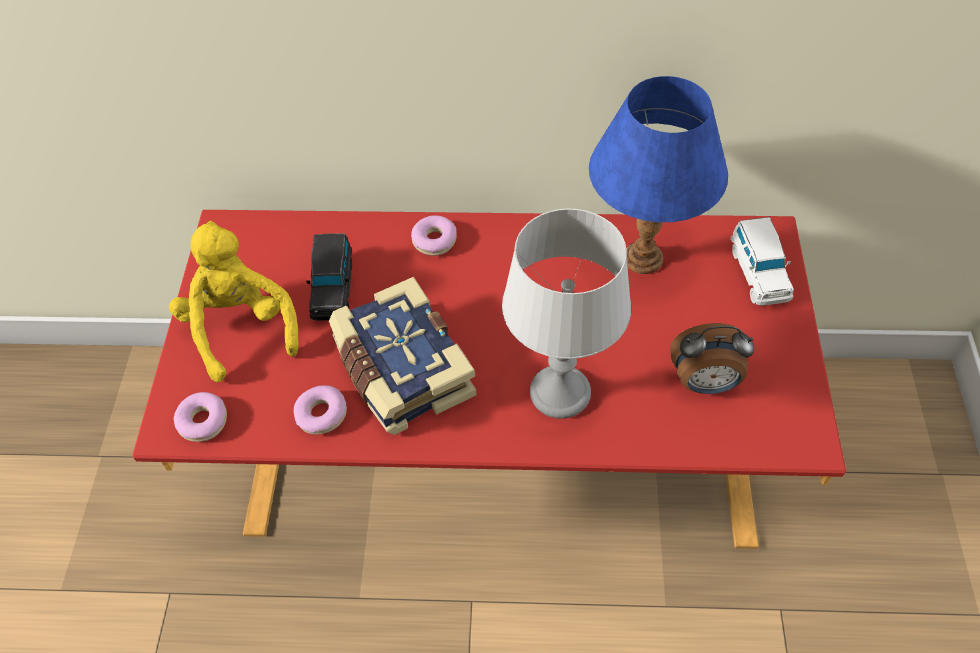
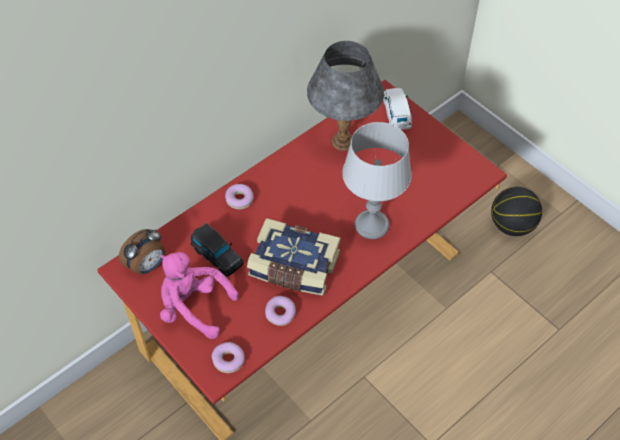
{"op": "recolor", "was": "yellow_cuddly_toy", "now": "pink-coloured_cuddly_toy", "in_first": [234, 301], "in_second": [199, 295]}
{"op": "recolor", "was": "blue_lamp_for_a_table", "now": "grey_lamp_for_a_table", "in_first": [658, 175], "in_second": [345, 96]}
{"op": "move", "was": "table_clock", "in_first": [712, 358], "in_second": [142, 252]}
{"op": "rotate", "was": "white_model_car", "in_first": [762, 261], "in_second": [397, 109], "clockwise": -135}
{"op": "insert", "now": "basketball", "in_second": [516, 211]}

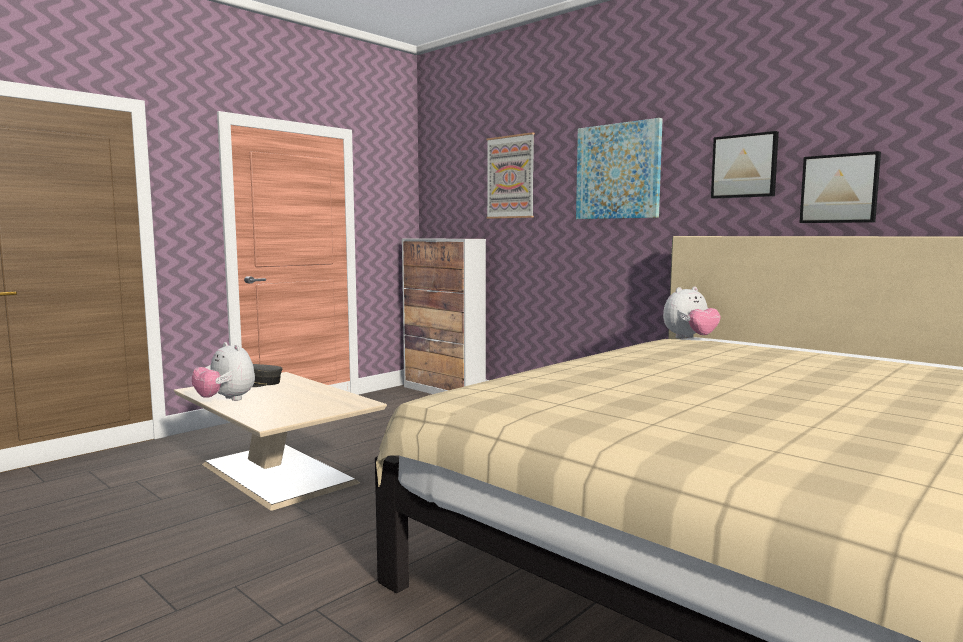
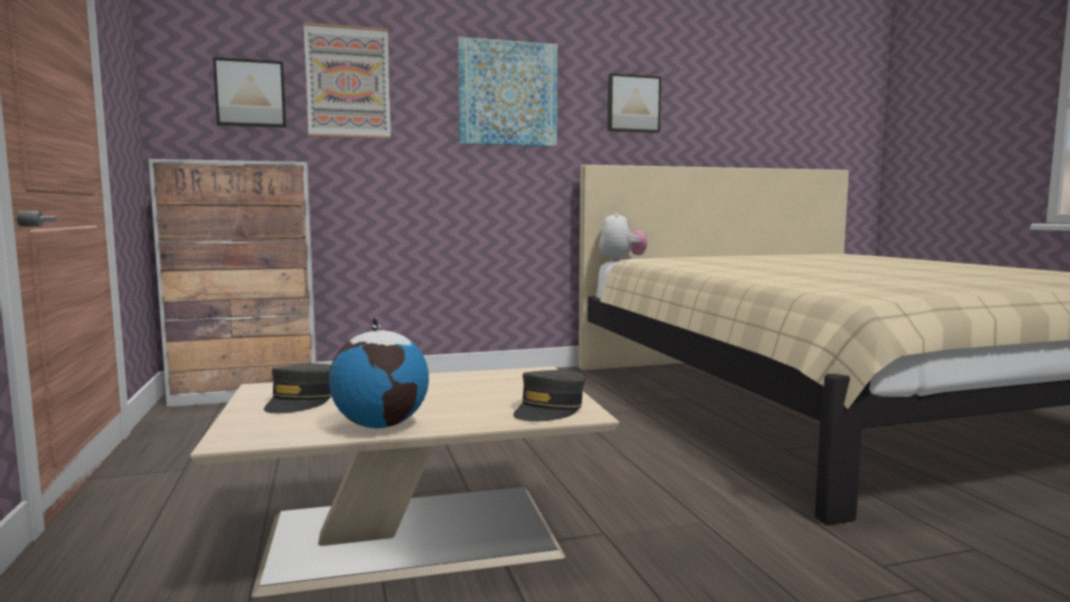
{"op": "replace", "was": "cuddly_toy", "now": "world_globe", "in_first": [223, 371], "in_second": [379, 372]}
{"op": "move", "was": "wall_picture", "in_first": [840, 187], "in_second": [249, 92]}
{"op": "insert", "now": "grey_cap", "in_second": [549, 396]}

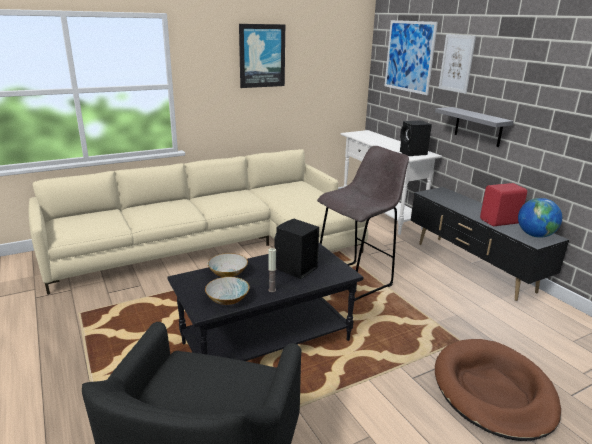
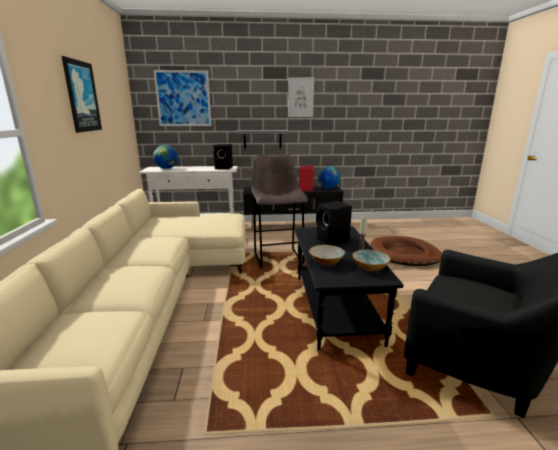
{"op": "move", "was": "wall_picture", "in_first": [457, 64], "in_second": [301, 97]}
{"op": "insert", "now": "world_globe", "in_second": [165, 157]}

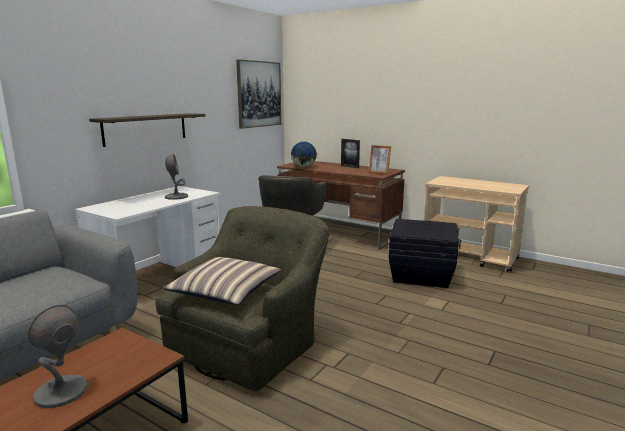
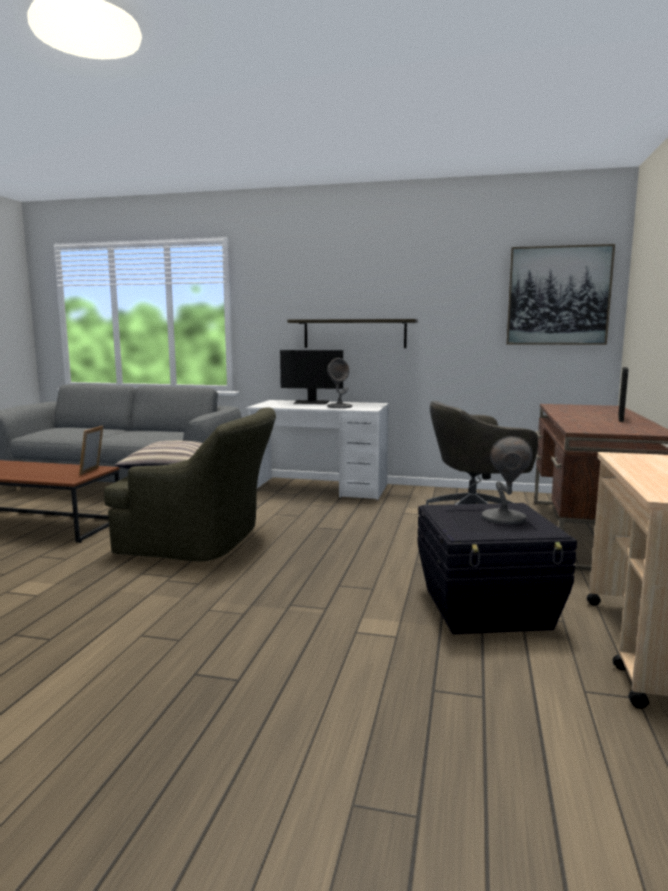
{"op": "move", "was": "grey_lamp_for_a_table", "in_first": [57, 356], "in_second": [507, 480]}
{"op": "delete", "was": "world_globe", "in_first": [303, 154]}
{"op": "move", "was": "standing_frame", "in_first": [379, 160], "in_second": [91, 450]}
{"op": "insert", "now": "computer_display", "in_second": [311, 377]}

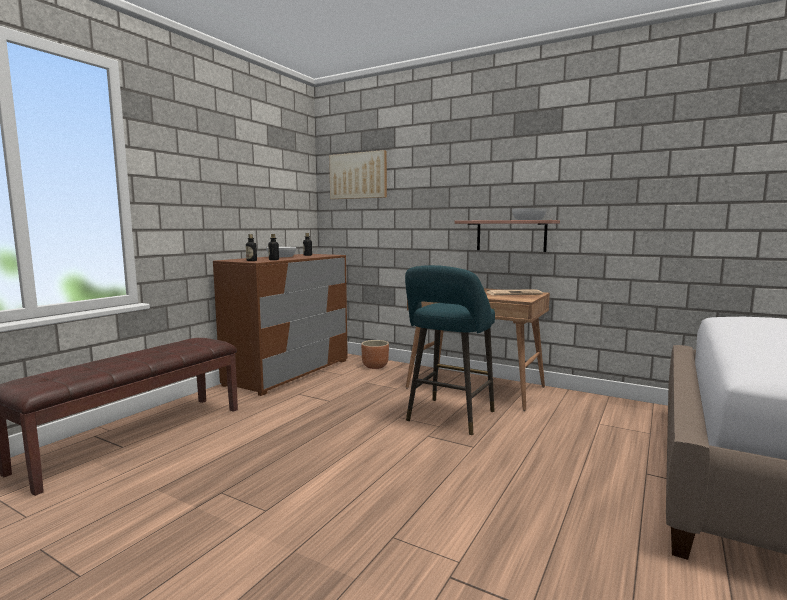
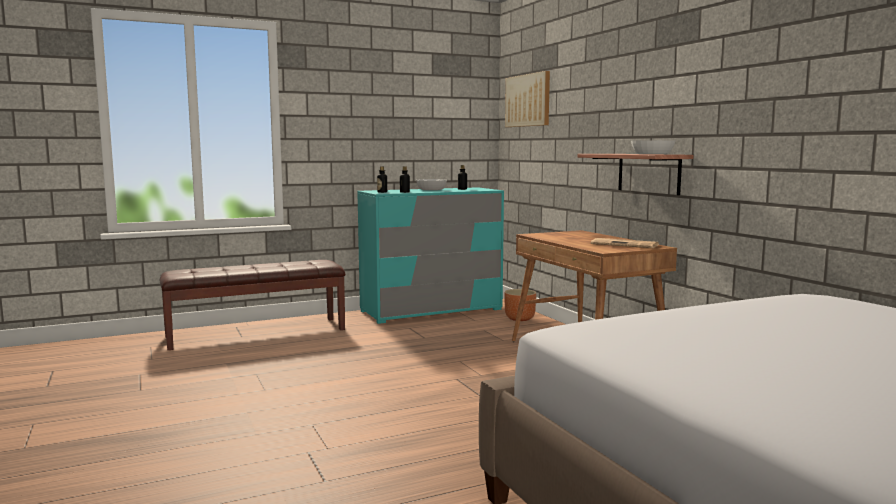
{"op": "recolor", "was": "brown_dresser", "now": "turquoise-coloured_dresser", "in_first": [280, 325], "in_second": [430, 255]}
{"op": "delete", "was": "turquoise-coloured_stool_seat", "in_first": [450, 350]}

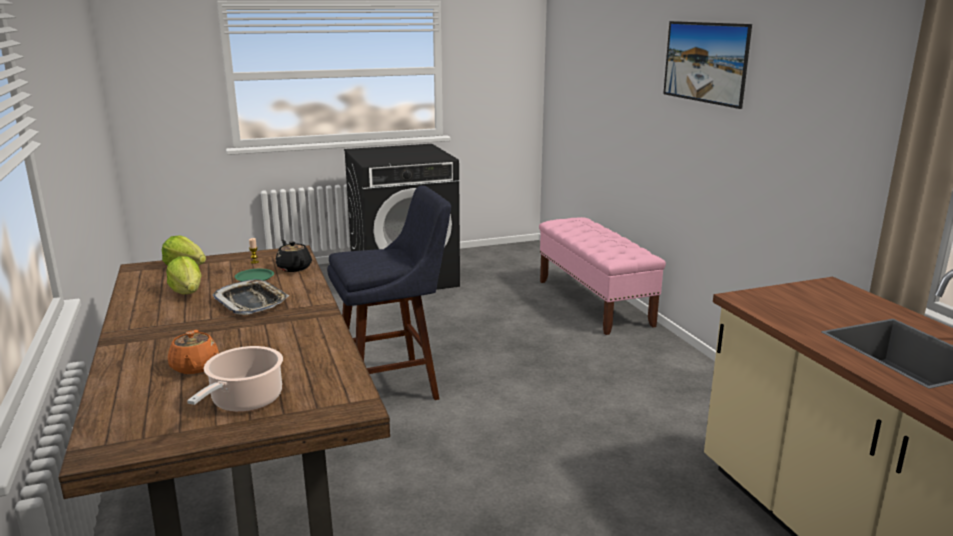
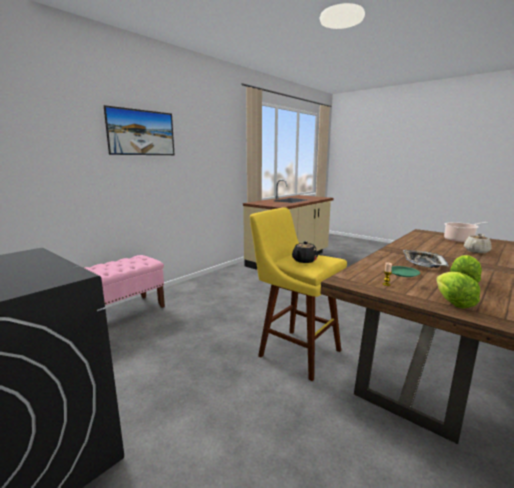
{"op": "recolor", "was": "orangey_tea_pot", "now": "beige-coloured_tea_pot", "in_first": [193, 352], "in_second": [477, 243]}
{"op": "move", "was": "black_tea_pot", "in_first": [293, 256], "in_second": [305, 252]}
{"op": "recolor", "was": "blue_stool_seat", "now": "yellow_stool_seat", "in_first": [389, 292], "in_second": [298, 294]}

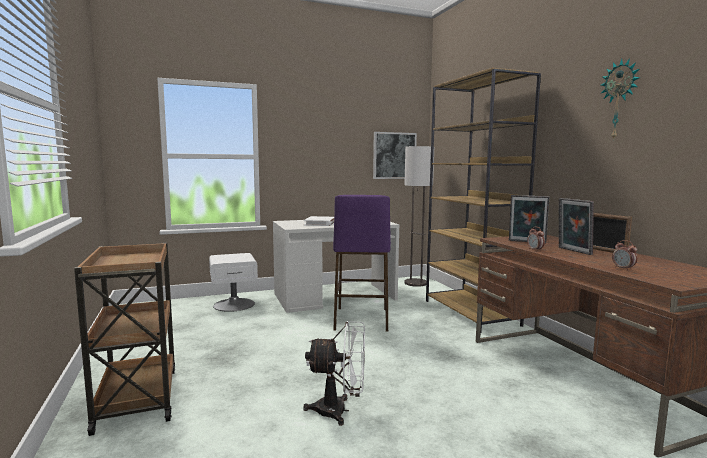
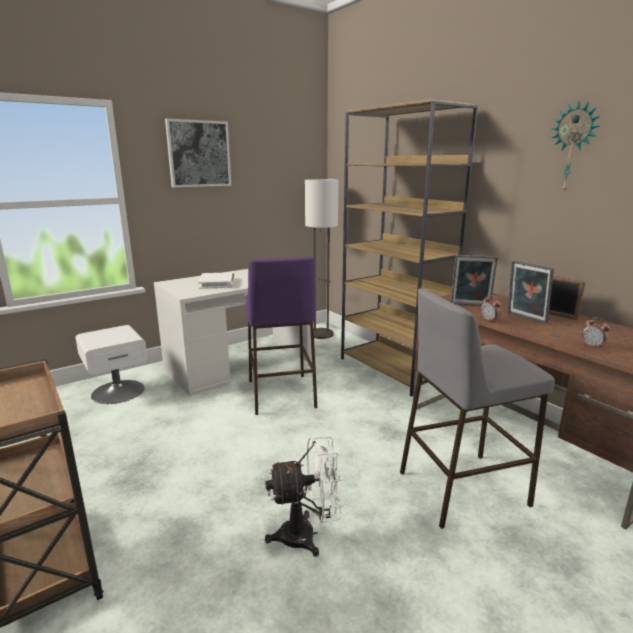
{"op": "move", "was": "wall_picture", "in_first": [395, 155], "in_second": [198, 152]}
{"op": "insert", "now": "grey_stool_seat", "in_second": [477, 408]}

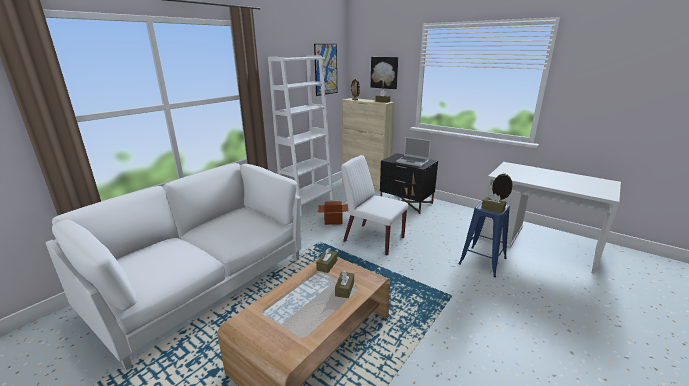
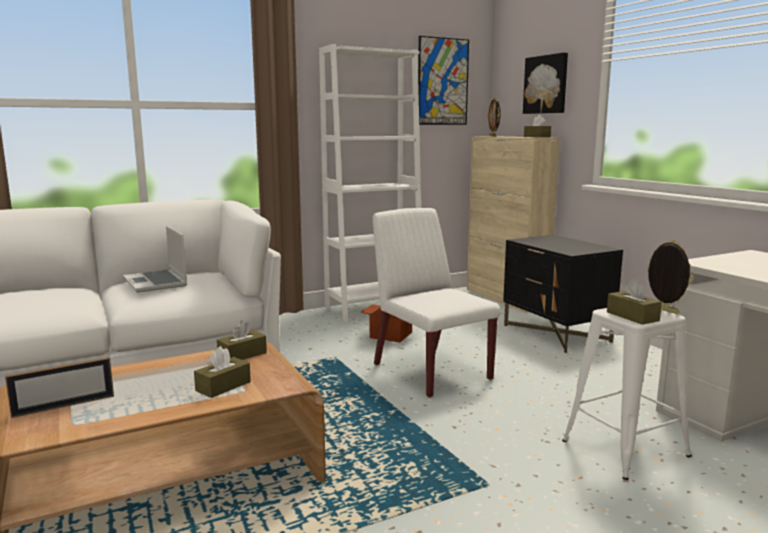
{"op": "move", "was": "portable_computer", "in_first": [413, 152], "in_second": [155, 259]}
{"op": "recolor", "was": "blue_stool_seat", "now": "white_stool_seat", "in_first": [484, 238], "in_second": [627, 394]}
{"op": "insert", "now": "standing_frame", "in_second": [59, 387]}

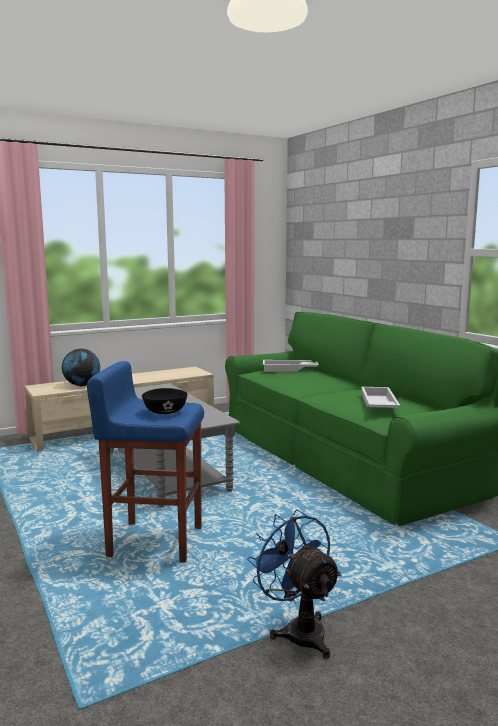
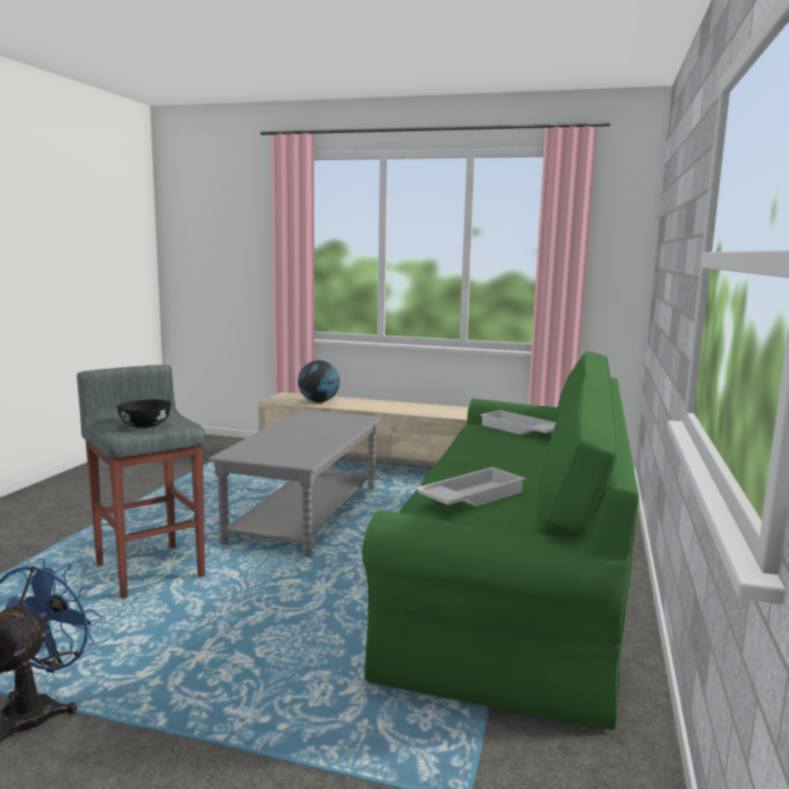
{"op": "recolor", "was": "blue_stool_seat", "now": "grey_stool_seat", "in_first": [145, 461], "in_second": [141, 482]}

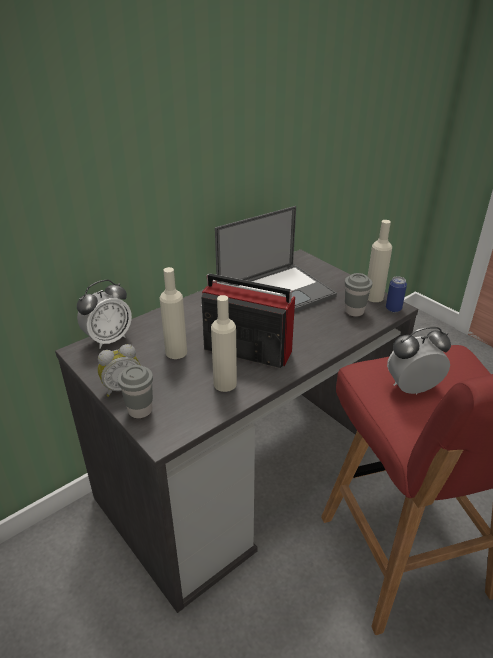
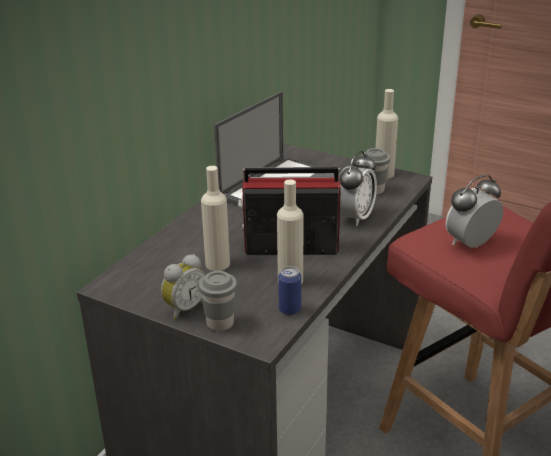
{"op": "move", "was": "table_clock", "in_first": [104, 314], "in_second": [358, 188]}
{"op": "move", "was": "sealed_can", "in_first": [396, 294], "in_second": [289, 290]}

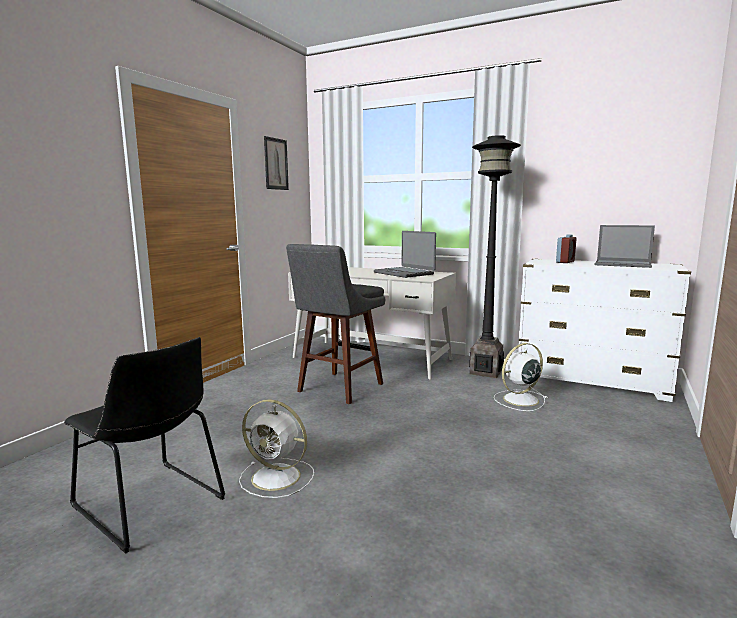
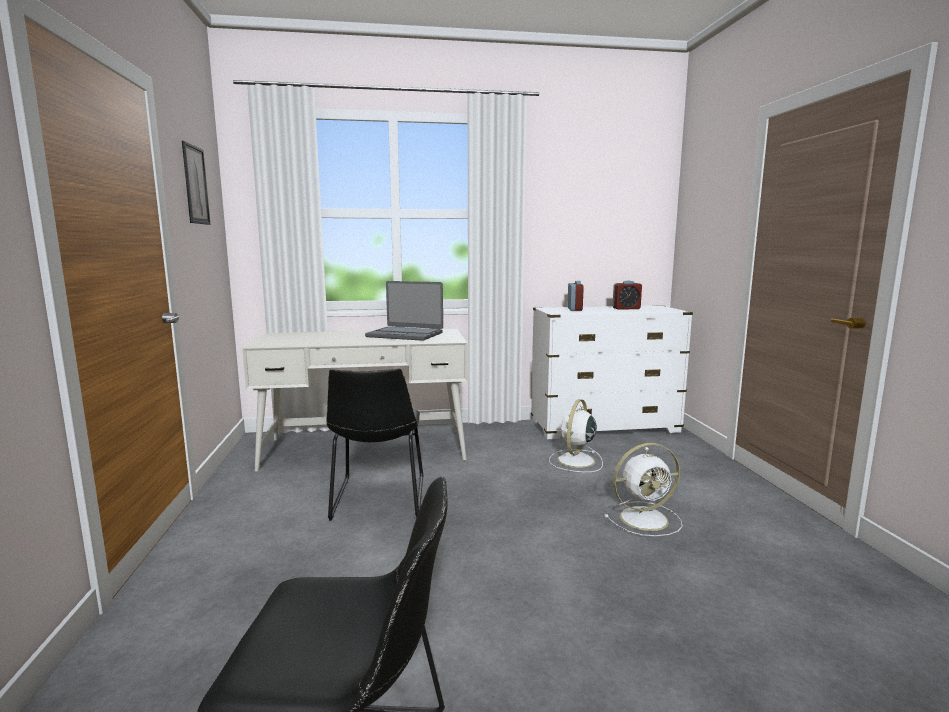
{"op": "move", "was": "white_cooling_fan", "in_first": [276, 448], "in_second": [644, 489]}
{"op": "replace", "was": "grey_stool_seat", "now": "black_plain_chair", "in_first": [335, 324], "in_second": [374, 445]}
{"op": "delete", "was": "black_standing_lamp", "in_first": [495, 256]}
{"op": "replace", "was": "portable_computer", "now": "table_clock", "in_first": [624, 246], "in_second": [627, 295]}

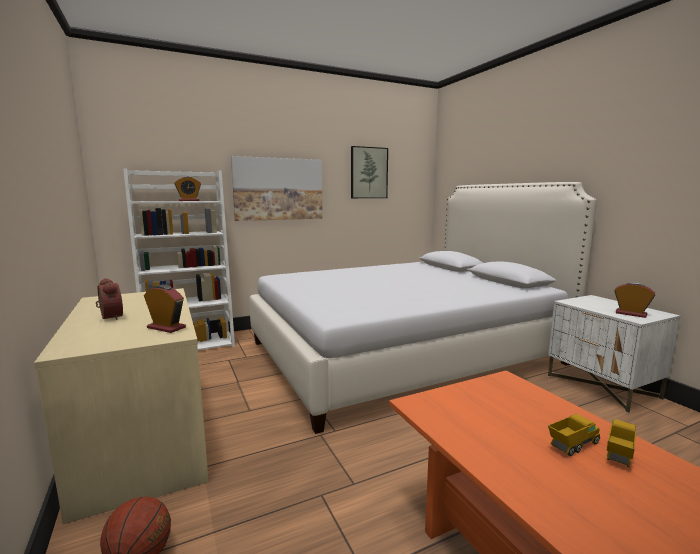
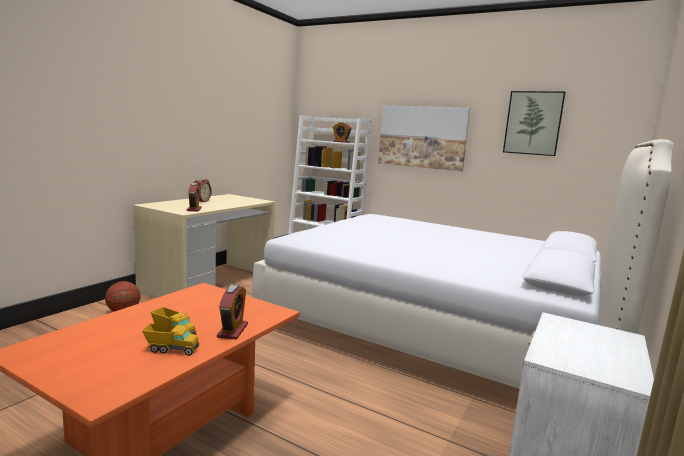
{"op": "move", "was": "table_clock", "in_first": [634, 300], "in_second": [232, 312]}

